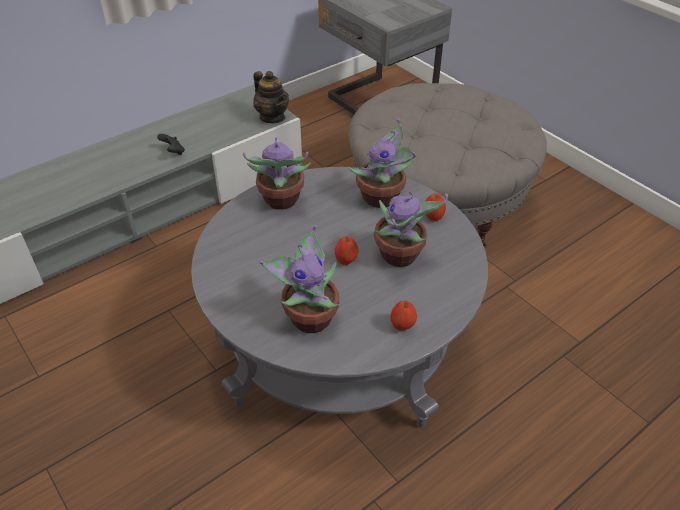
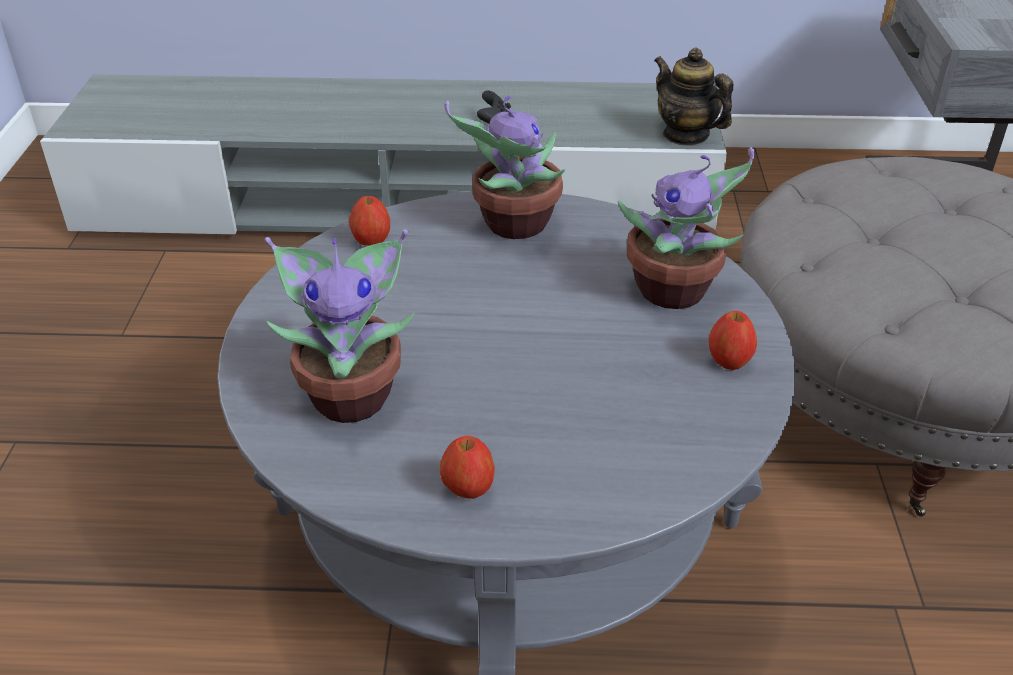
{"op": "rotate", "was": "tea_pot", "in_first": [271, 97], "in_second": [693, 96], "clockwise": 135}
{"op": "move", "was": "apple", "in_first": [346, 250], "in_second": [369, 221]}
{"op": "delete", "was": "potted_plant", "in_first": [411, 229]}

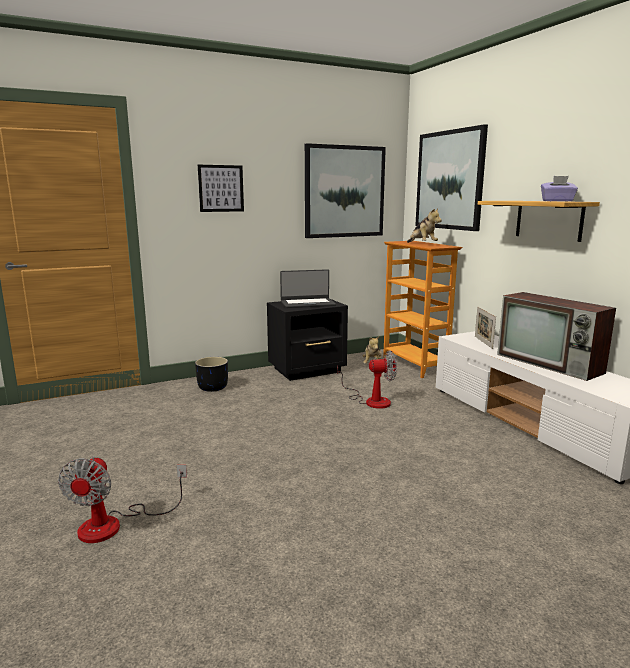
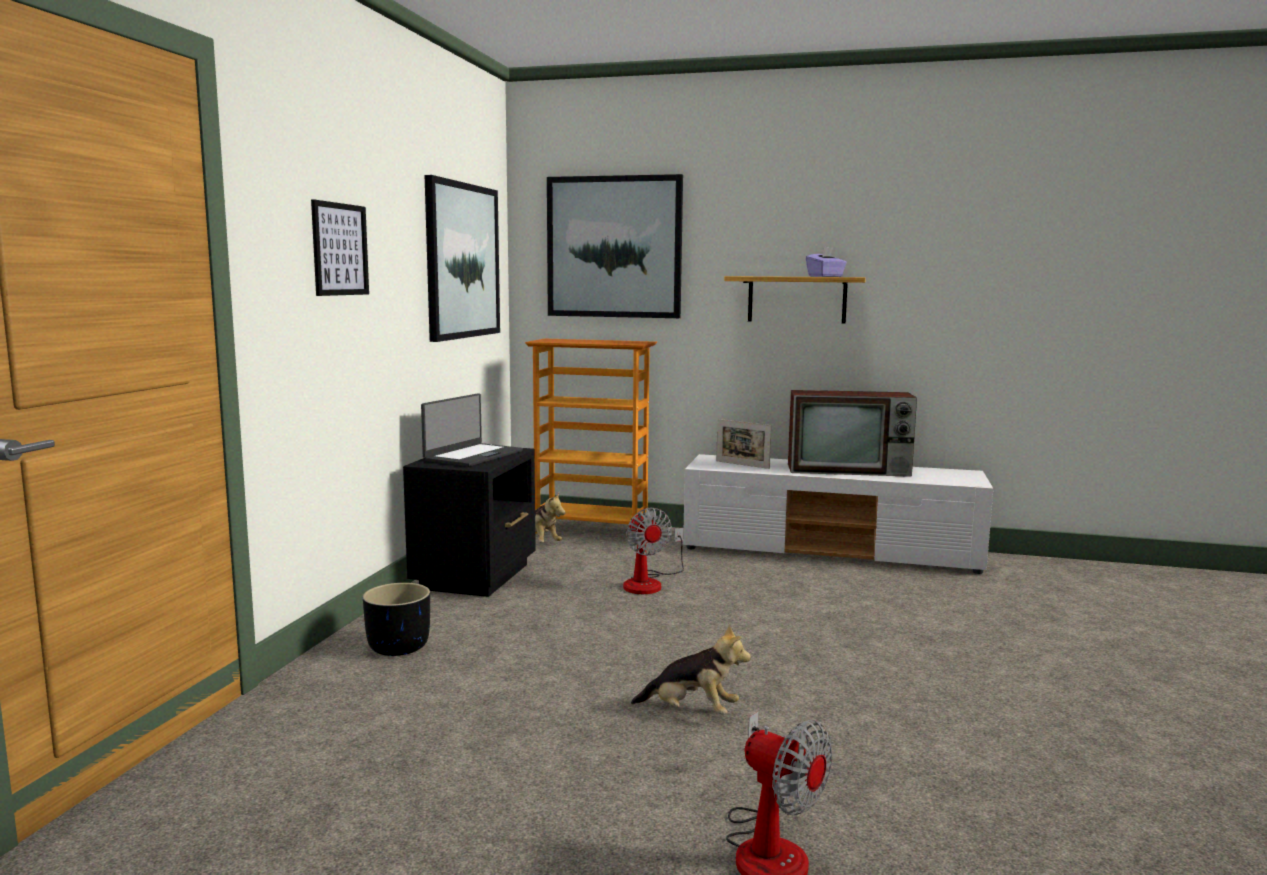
{"op": "rotate", "was": "cooling_fan", "in_first": [367, 379], "in_second": [653, 550], "clockwise": 120}
{"op": "move", "was": "cuddly_toy", "in_first": [424, 225], "in_second": [691, 669]}

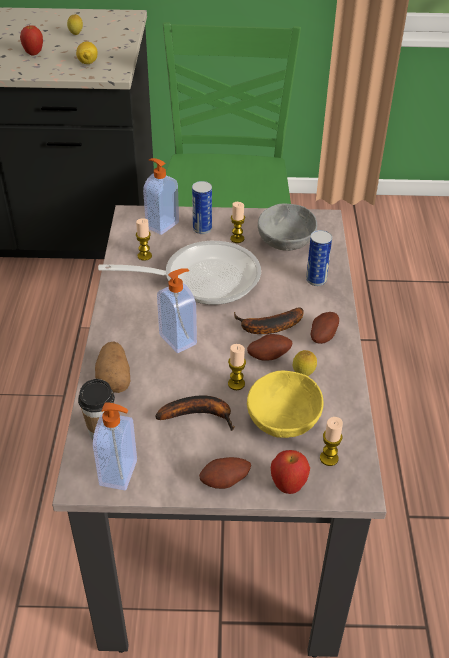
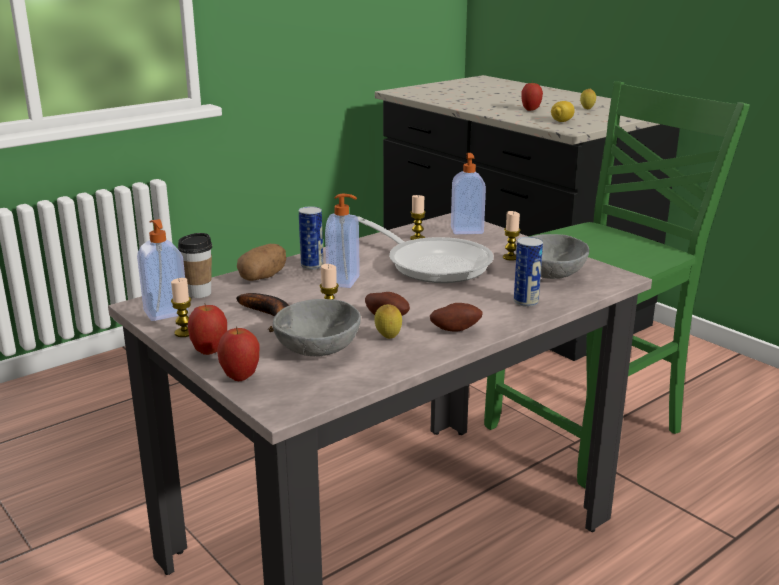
{"op": "move", "was": "sealed_can", "in_first": [202, 207], "in_second": [311, 238]}
{"op": "replace", "was": "spud", "now": "apple", "in_first": [225, 473], "in_second": [207, 329]}
{"op": "delete", "was": "banana_fruit", "in_first": [269, 320]}
{"op": "recolor", "was": "yellow_deep_dish", "now": "grey_deep_dish", "in_first": [285, 404], "in_second": [317, 328]}
{"op": "move", "was": "wax_light", "in_first": [331, 441], "in_second": [181, 307]}

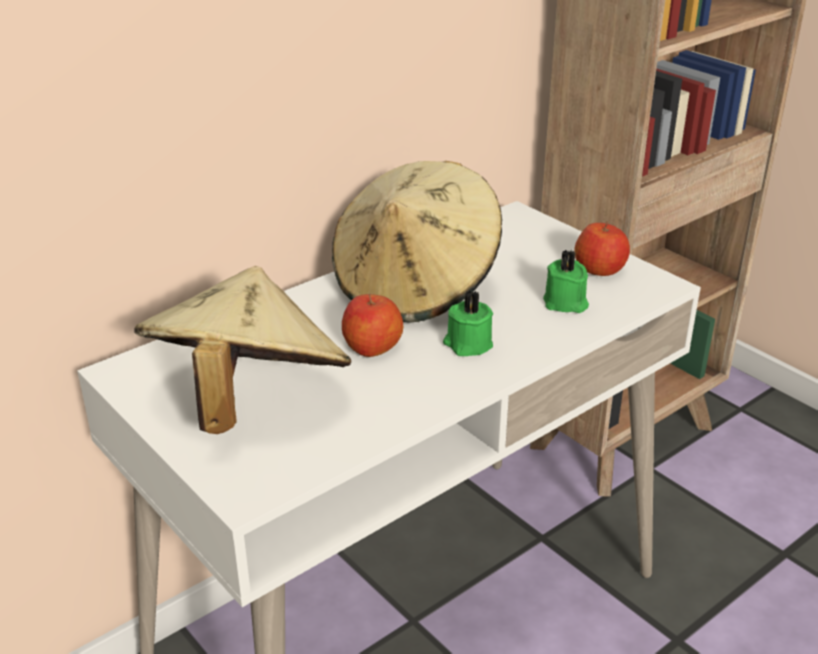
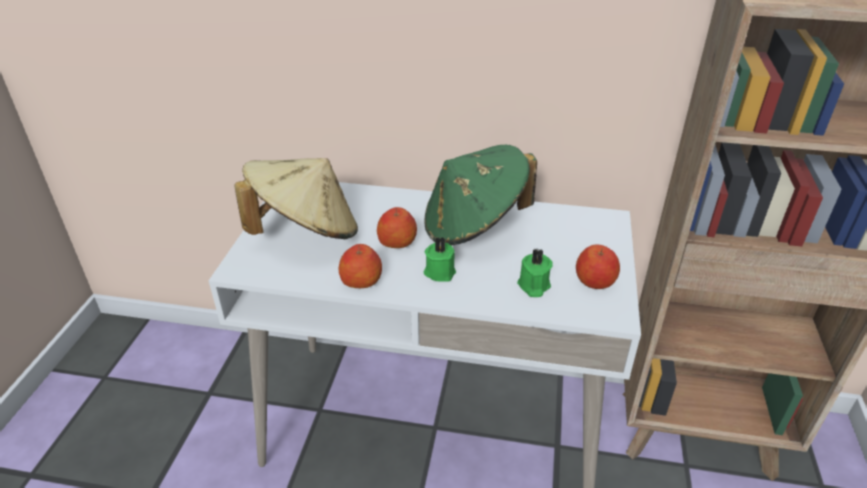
{"op": "recolor", "was": "beige-coloured_clothing_hat", "now": "greenish_clothing_hat", "in_first": [417, 241], "in_second": [480, 195]}
{"op": "insert", "now": "apple", "in_second": [360, 266]}

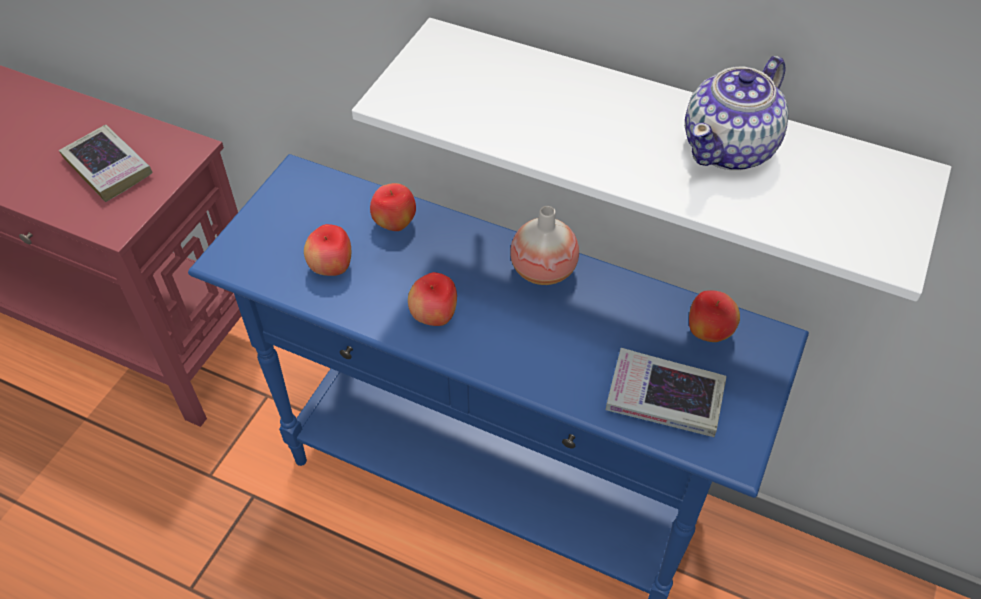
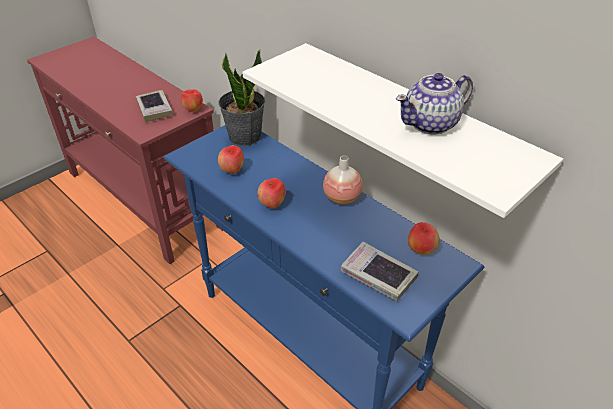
{"op": "move", "was": "apple", "in_first": [393, 207], "in_second": [192, 100]}
{"op": "insert", "now": "potted_plant", "in_second": [241, 98]}

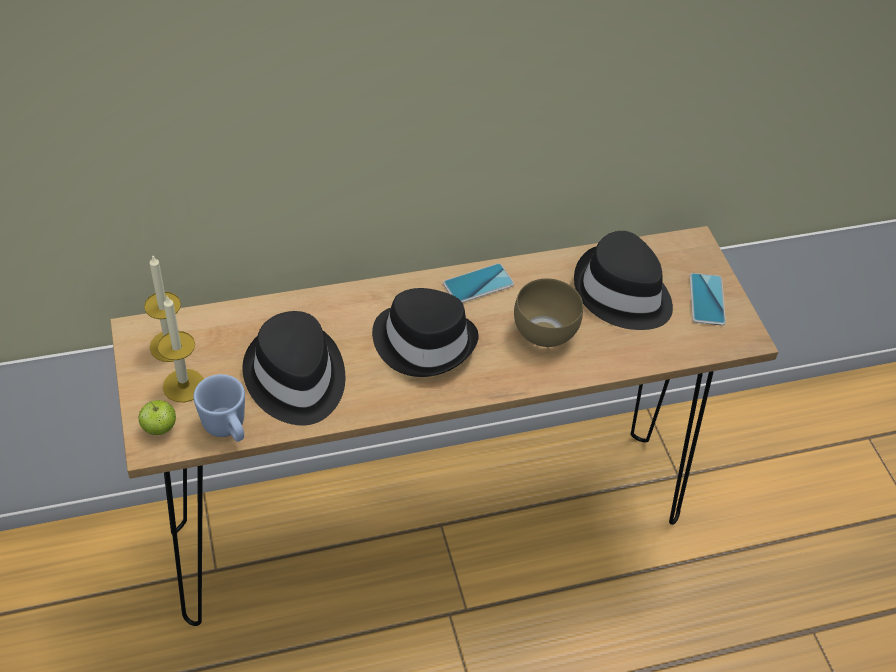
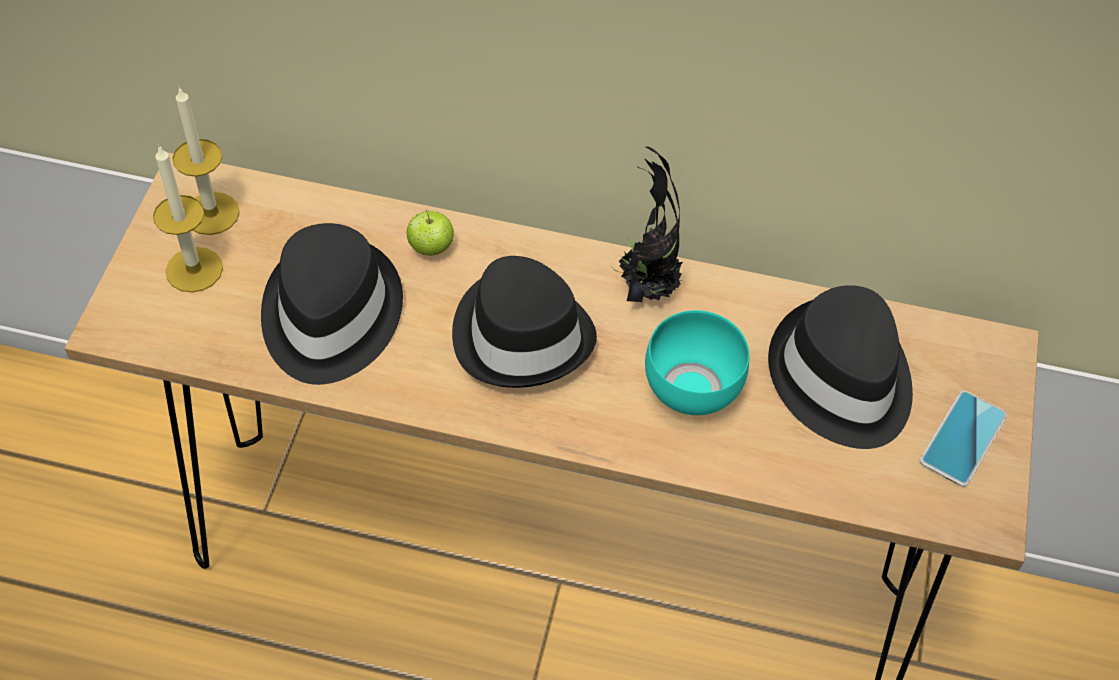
{"op": "move", "was": "apple", "in_first": [157, 417], "in_second": [430, 232]}
{"op": "delete", "was": "blue_coffee_mug", "in_first": [219, 408]}
{"op": "replace", "was": "handset", "now": "potted_plant", "in_first": [478, 283], "in_second": [648, 224]}
{"op": "recolor", "was": "brown_deep_dish", "now": "turquoise-coloured_deep_dish", "in_first": [548, 312], "in_second": [697, 362]}

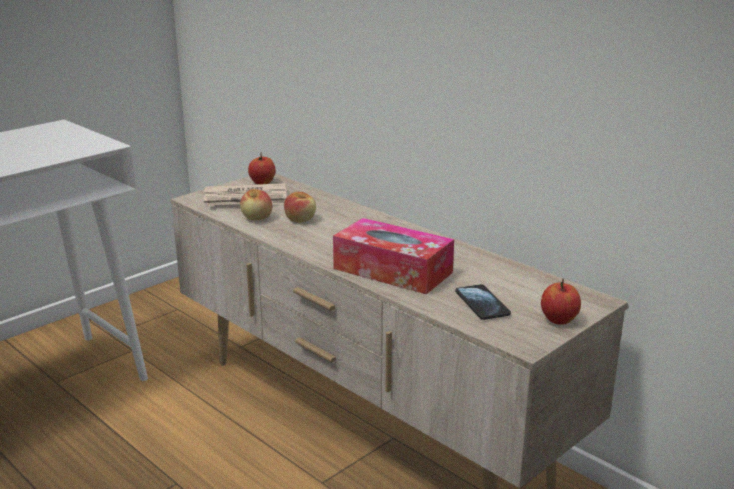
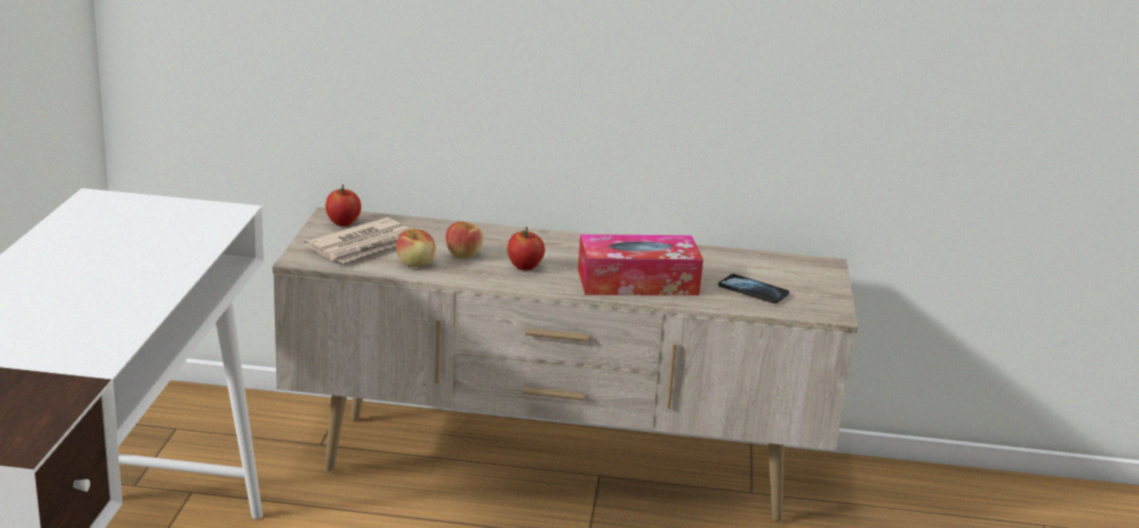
{"op": "move", "was": "apple", "in_first": [561, 302], "in_second": [526, 248]}

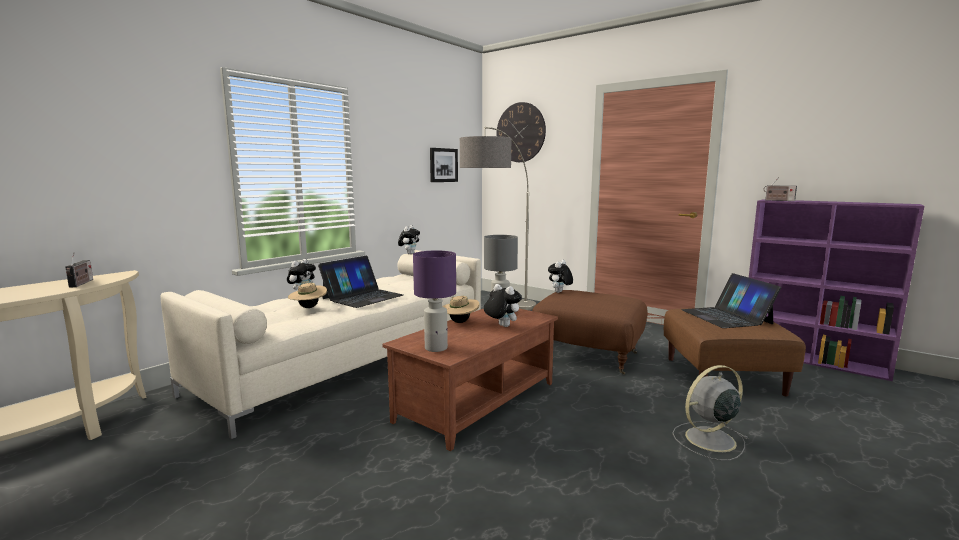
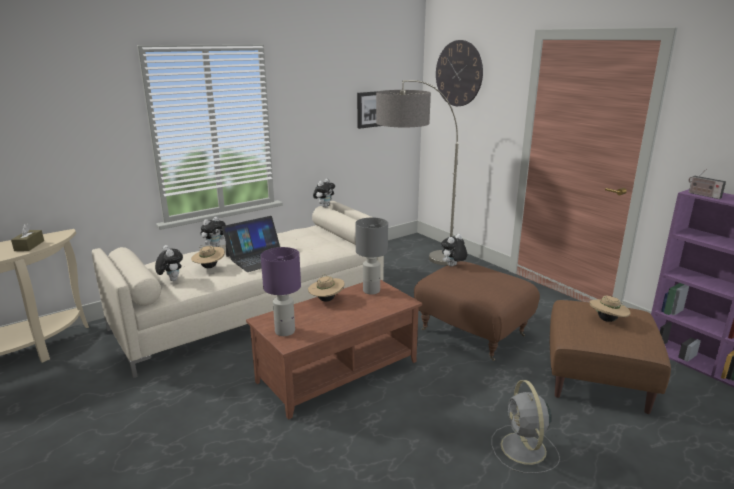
{"op": "replace", "was": "radio_receiver", "now": "brown_tissue_box", "in_first": [79, 270], "in_second": [27, 237]}
{"op": "move", "was": "cuddly_toy", "in_first": [503, 305], "in_second": [169, 263]}
{"op": "rotate", "was": "grey_cooling_fan", "in_first": [710, 413], "in_second": [525, 427], "clockwise": -90}
{"op": "replace", "was": "portable_computer", "now": "beige-coloured_clothing_hat", "in_first": [731, 300], "in_second": [610, 309]}

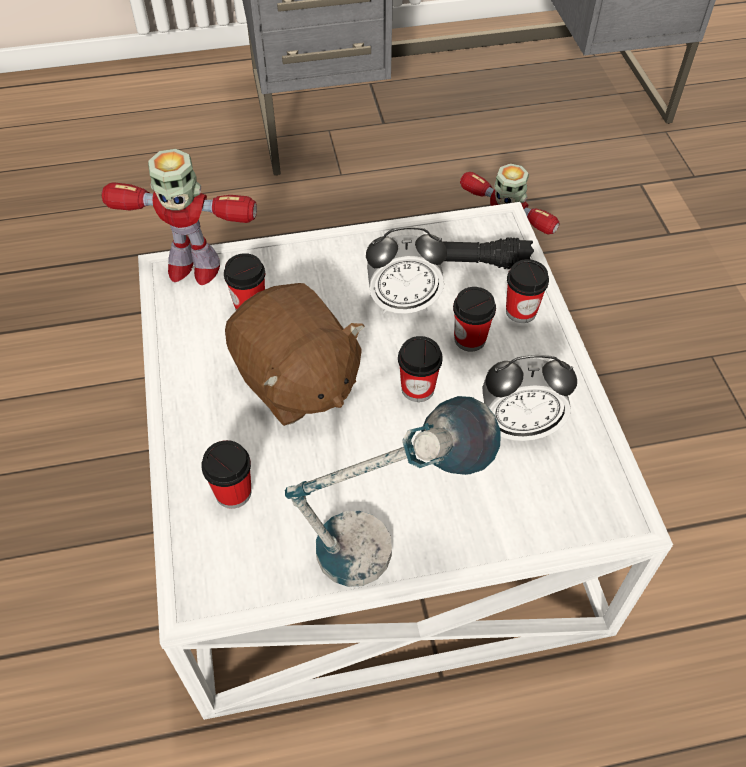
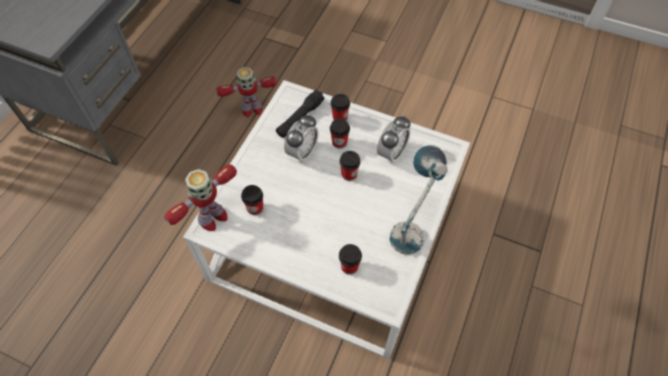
{"op": "delete", "was": "brown_cuddly_toy", "in_first": [295, 354]}

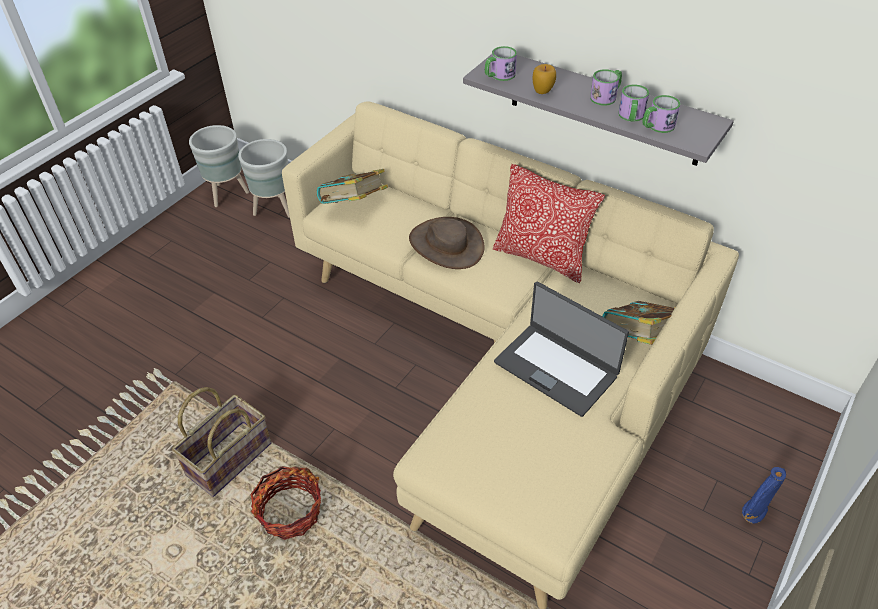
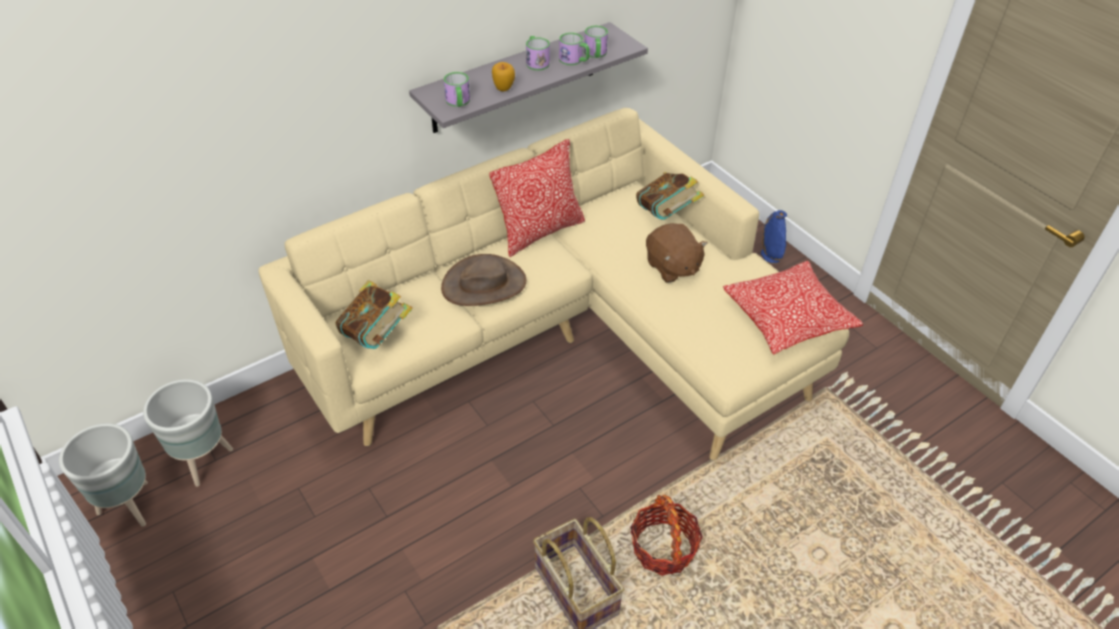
{"op": "replace", "was": "portable_computer", "now": "brown_cuddly_toy", "in_first": [561, 349], "in_second": [677, 253]}
{"op": "insert", "now": "throw_pillow", "in_second": [793, 308]}

